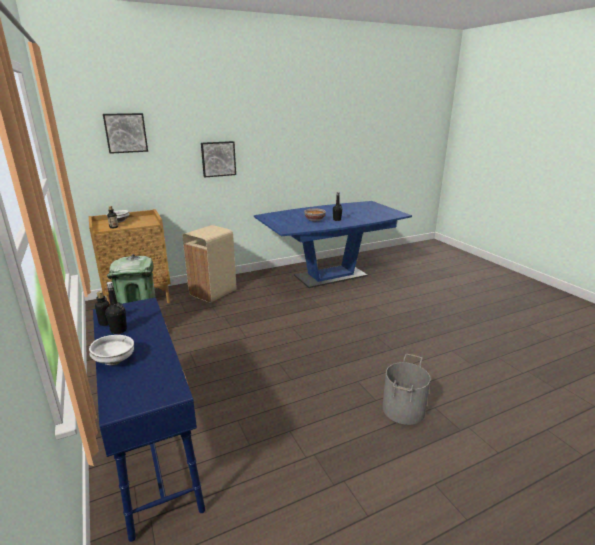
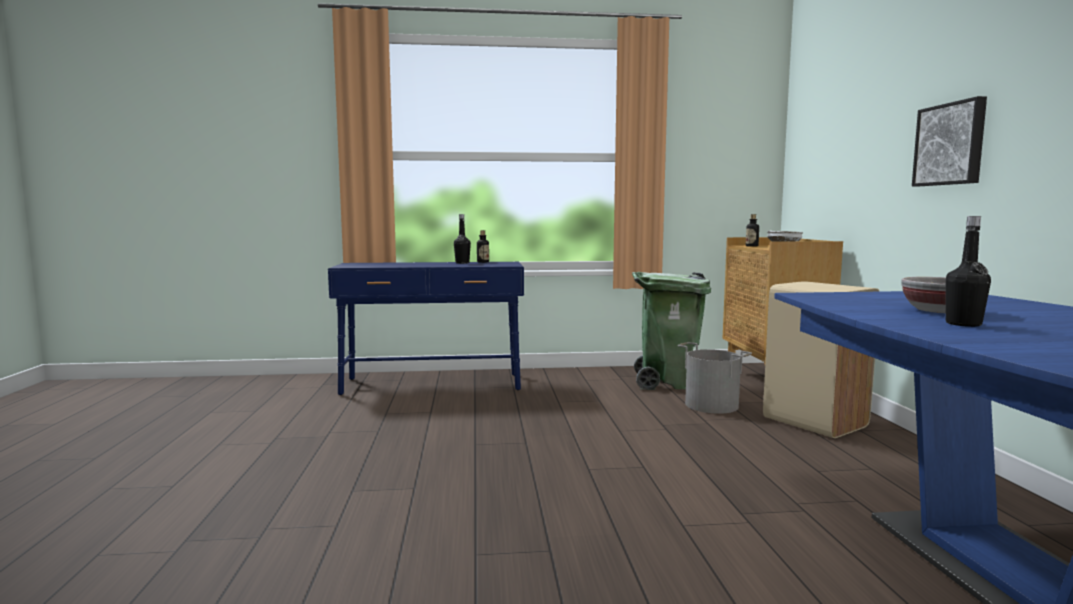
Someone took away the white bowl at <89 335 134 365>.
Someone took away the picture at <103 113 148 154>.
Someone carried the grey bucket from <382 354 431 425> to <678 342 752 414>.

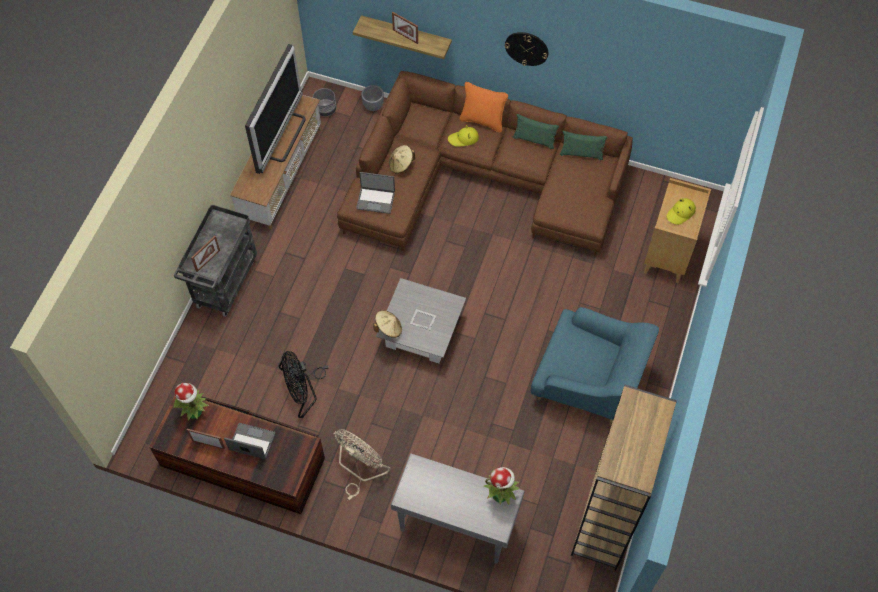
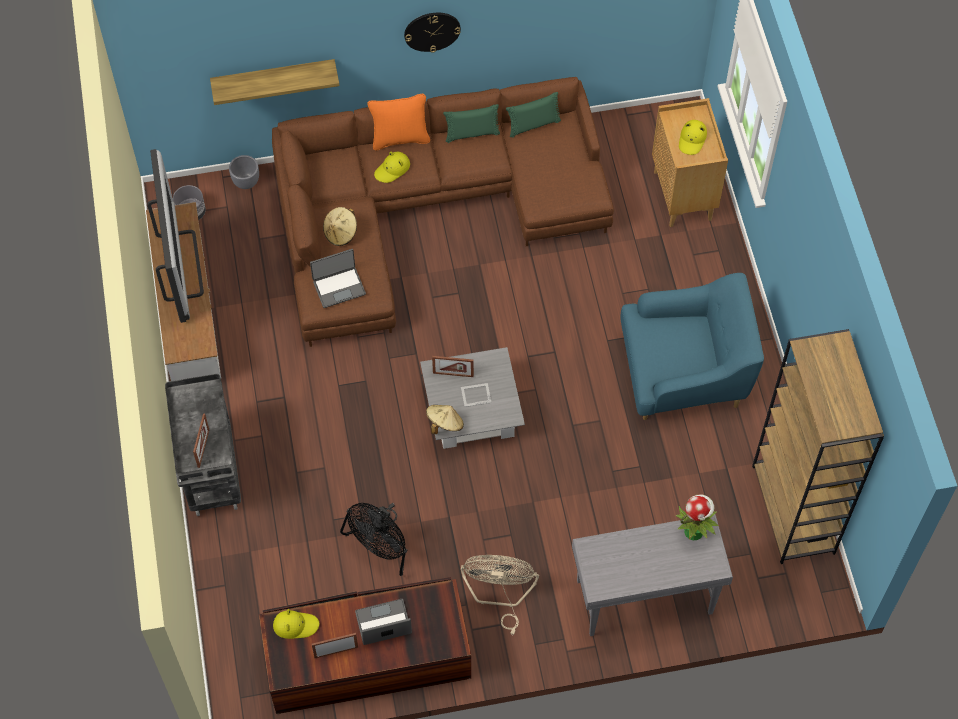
Someone swapped the potted plant at <173 383 209 421> for the yellow hat at <273 609 319 639>.
Someone carried the picture frame from <392 12 418 44> to <432 356 474 377>.

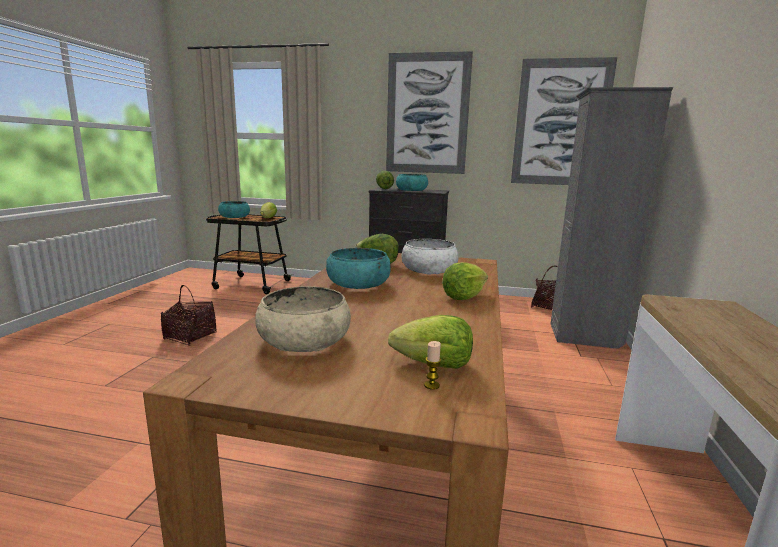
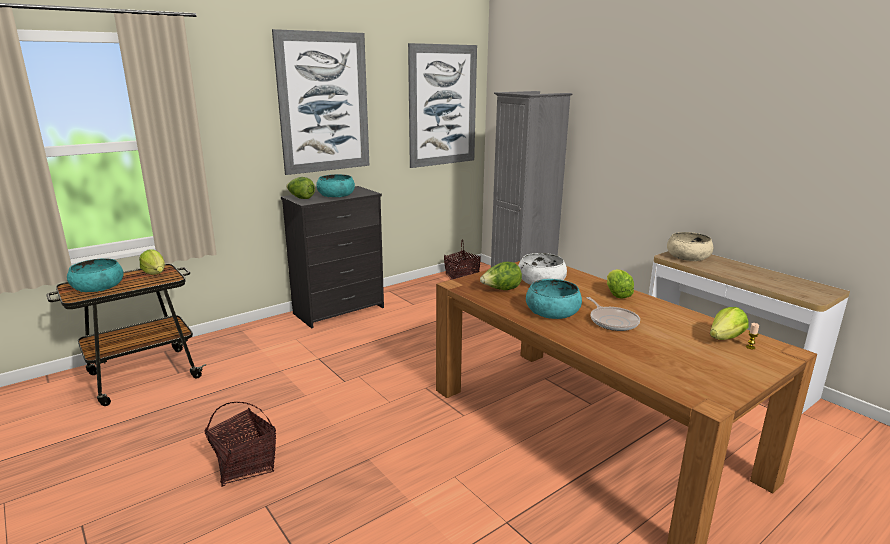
Someone carried the beige bowl from <255 286 351 352> to <667 232 713 261>.
Someone put down the frying pan at <587 297 640 331>.

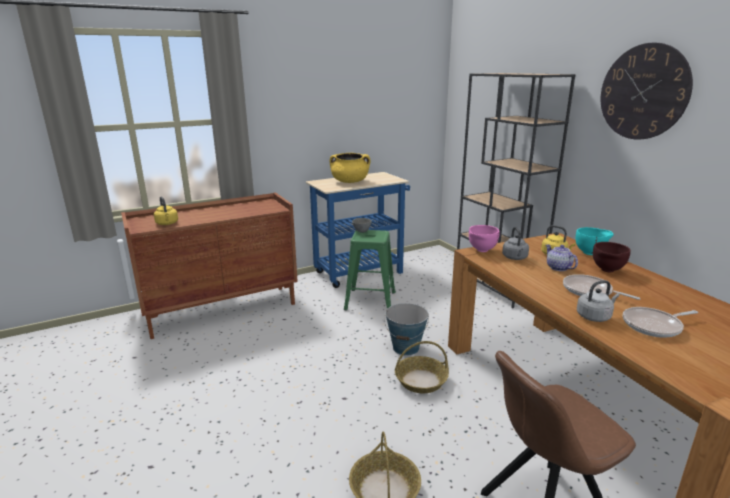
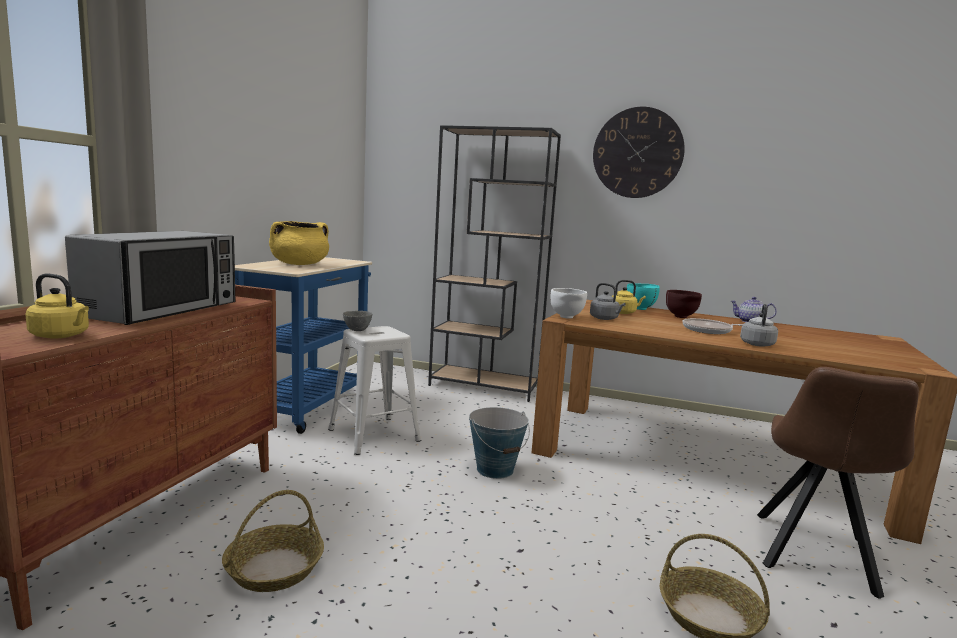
Someone repainted the green stool at <344 230 396 310>, which became the white stool at <328 326 421 455>.
Someone carried the basket from <395 341 449 393> to <222 490 324 592>.
Someone repainted the pink bowl at <469 225 500 252>, which became the white bowl at <550 288 587 319>.
Someone carried the teapot from <546 245 578 271> to <730 297 777 322>.
Someone took away the frying pan at <623 307 698 338>.
Someone put down the microwave at <65 231 236 325>.

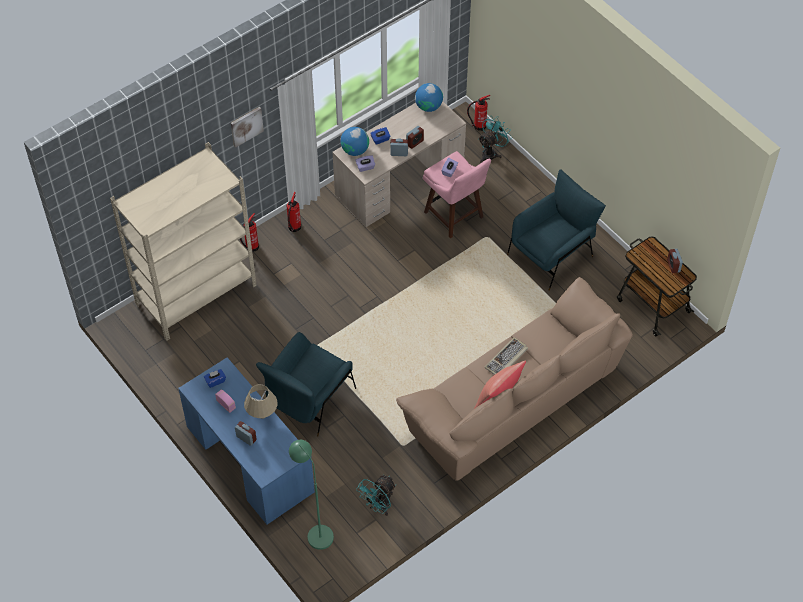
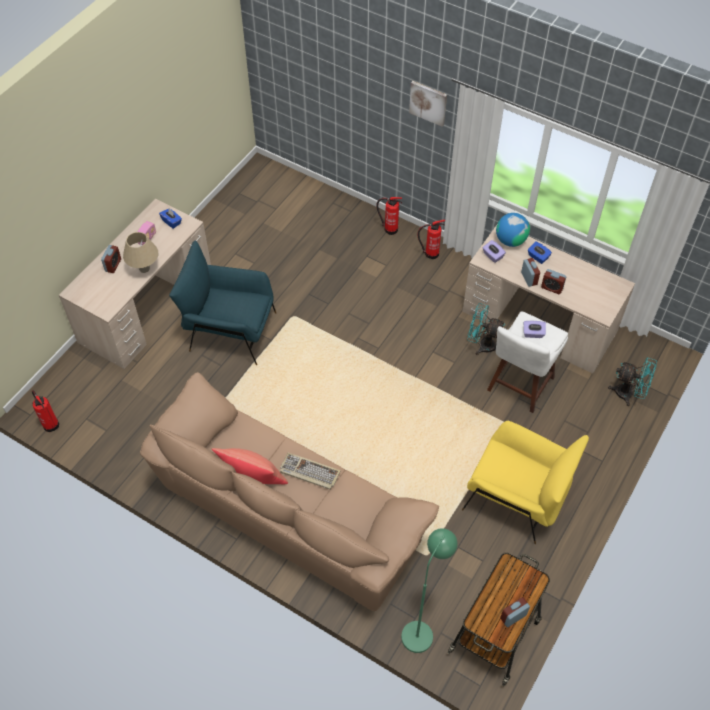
Someone took away the beige bookcase at <110 142 257 341>.
Someone repainted the blue desk at <178 357 315 525>, which became the beige desk at <59 199 211 369>.
Someone carried the green floor lamp from <289 440 334 550> to <401 528 458 653>.
Someone carried the turquoise fan from <356 475 396 516> to <467 303 505 355>.
Someone took away the globe at <415 83 443 112>.
Someone repainted the pink stool at <423 151 491 238>, which became the white stool at <487 311 568 413>.
Someone carried the fire extinguisher from <467 95 490 131> to <32 390 59 432>.
Someone repainted the blue armchair at <507 169 606 291>, which became the yellow armchair at <462 421 589 544>.

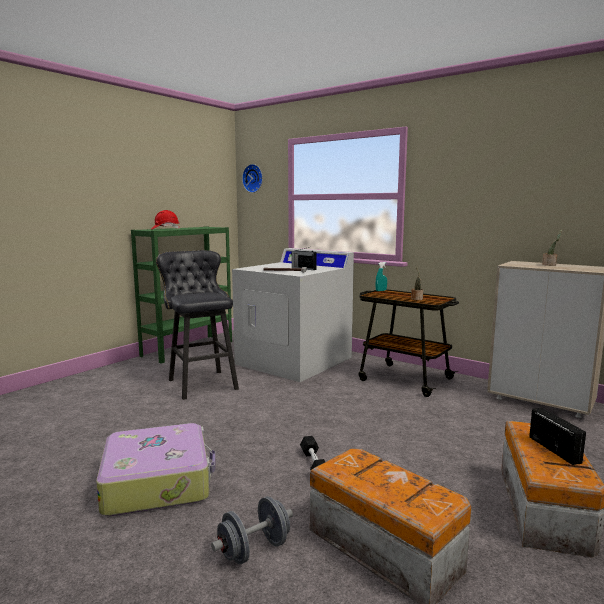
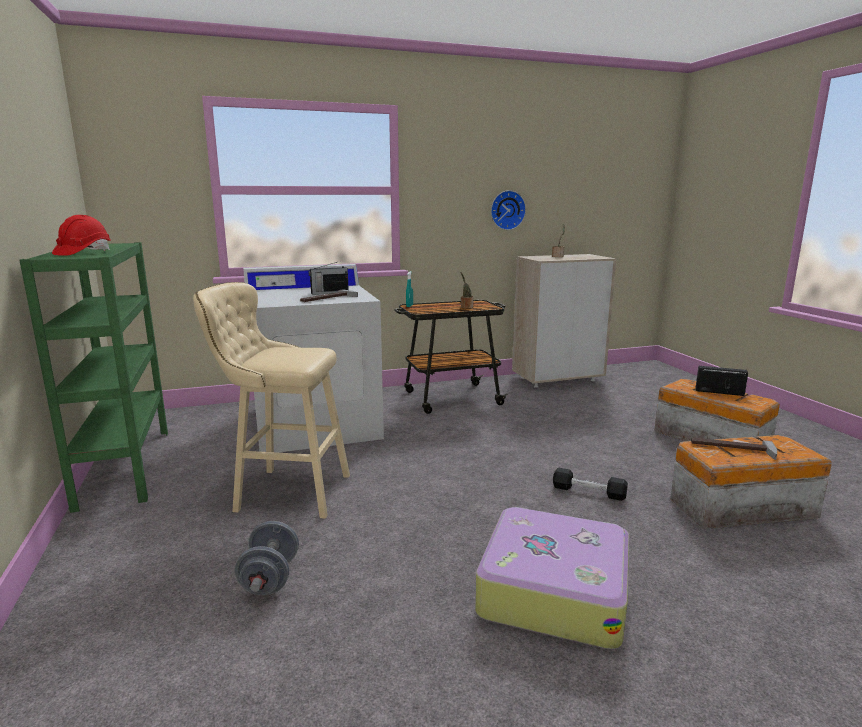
Someone repainted the black stool at <156 250 239 400>, which became the beige stool at <193 282 350 519>.
Someone carried the grey dumbbell from <211 496 293 564> to <235 521 299 595>.
Someone carried the wall clock from <242 164 263 193> to <491 190 526 230>.
Someone put down the hammer at <691 437 777 460>.

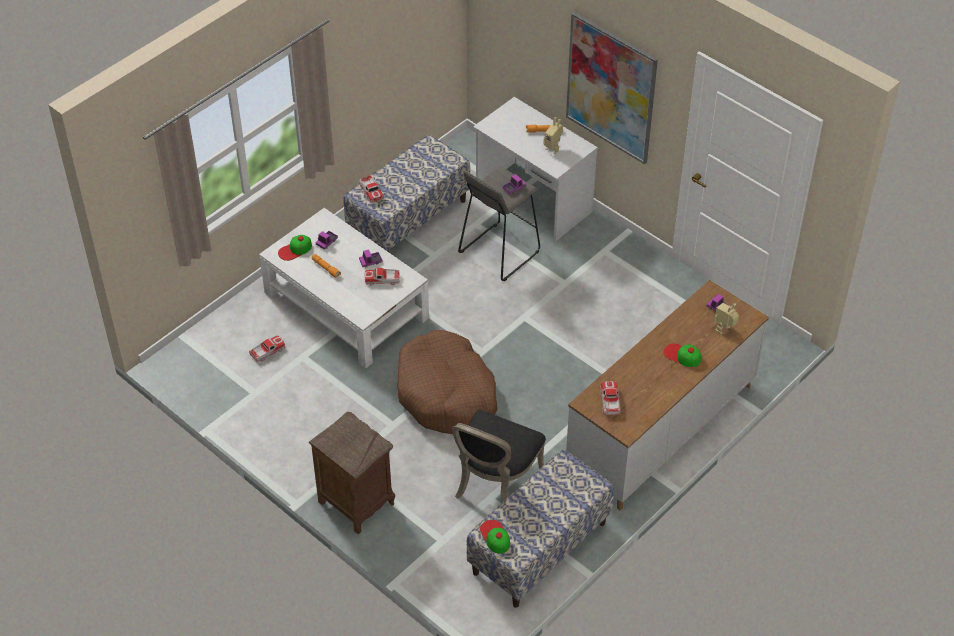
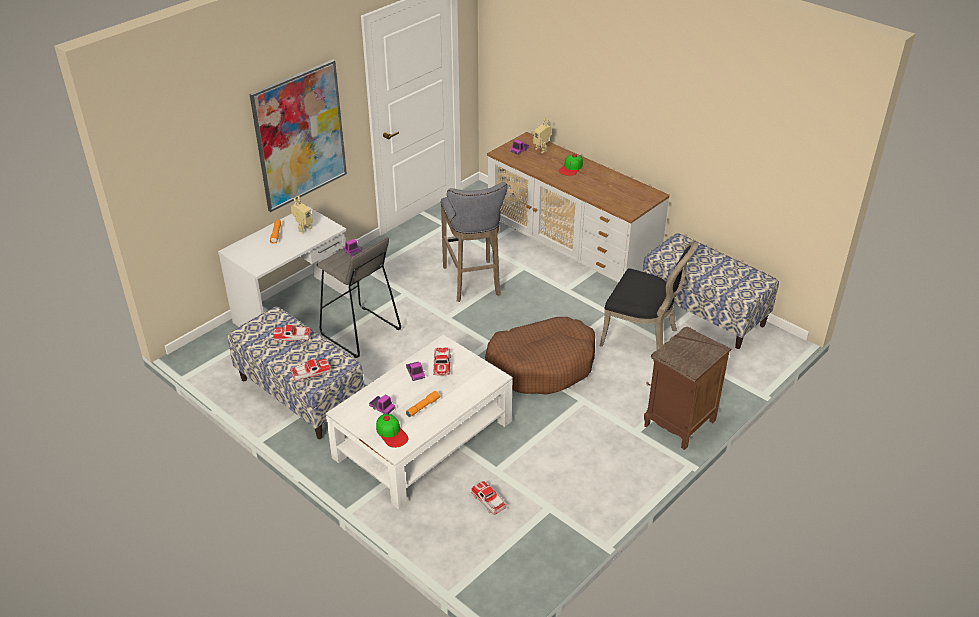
Someone took away the cap at <480 520 510 554>.
Someone carried the toy car from <600 381 621 415> to <273 325 311 343>.
Someone put down the grey stool at <441 182 508 302>.

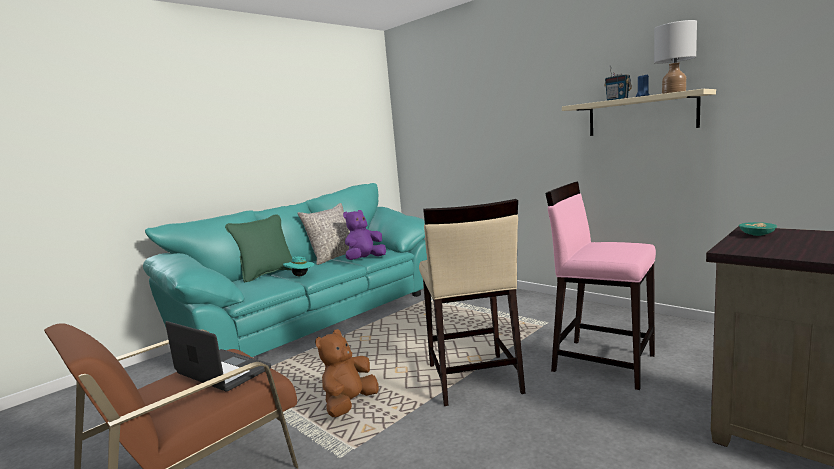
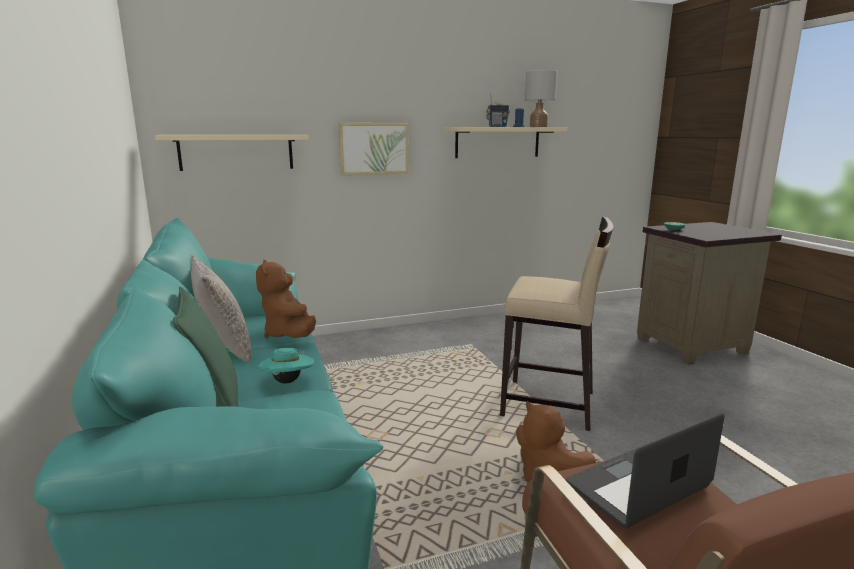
Someone repainted the purple plush toy at <343 210 386 260>, which became the brown plush toy at <256 260 316 338>.
Someone took away the pink stool at <545 181 656 390>.
Someone put up the beige shelf at <155 135 309 171>.
Someone put up the picture at <338 123 409 175>.

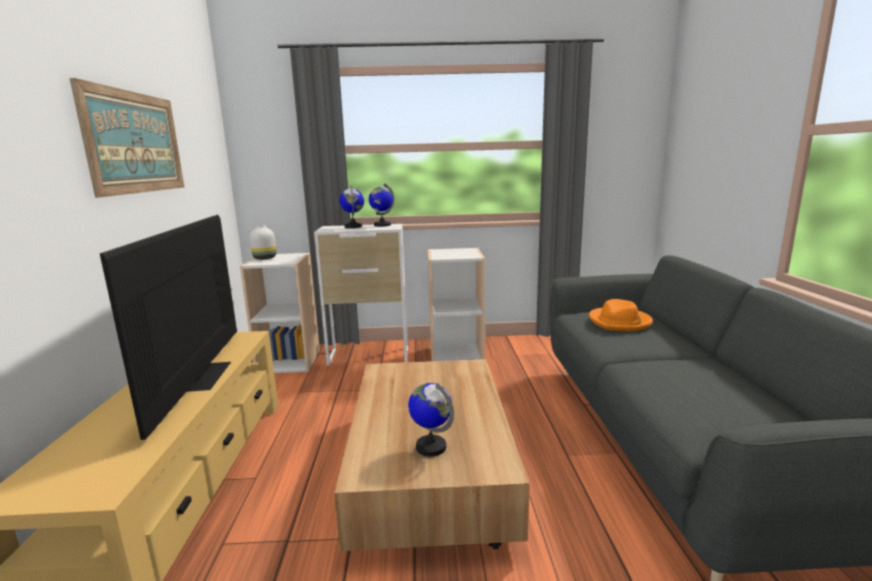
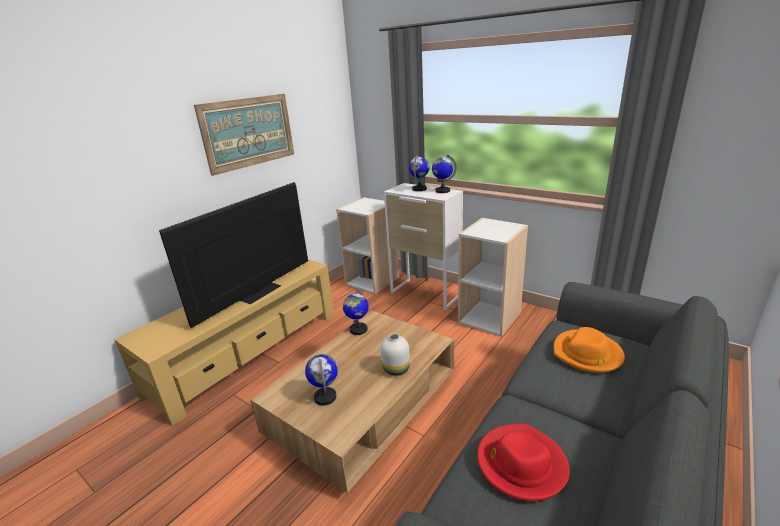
Someone carried the white vase from <250 225 276 260> to <381 333 410 376>.
Someone put down the globe at <343 290 369 335>.
Someone put down the red hat at <477 423 570 501>.

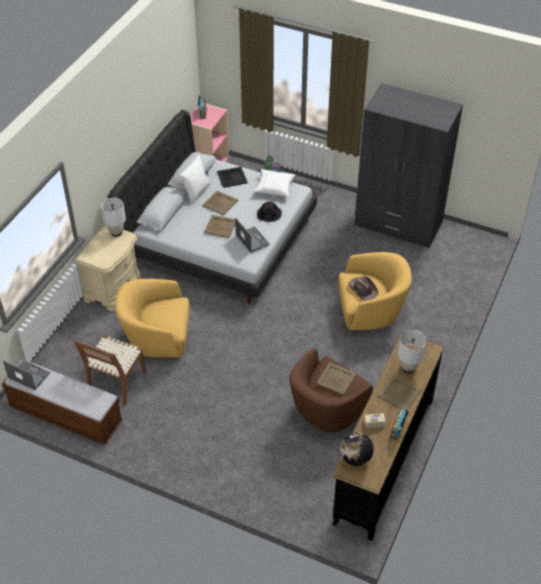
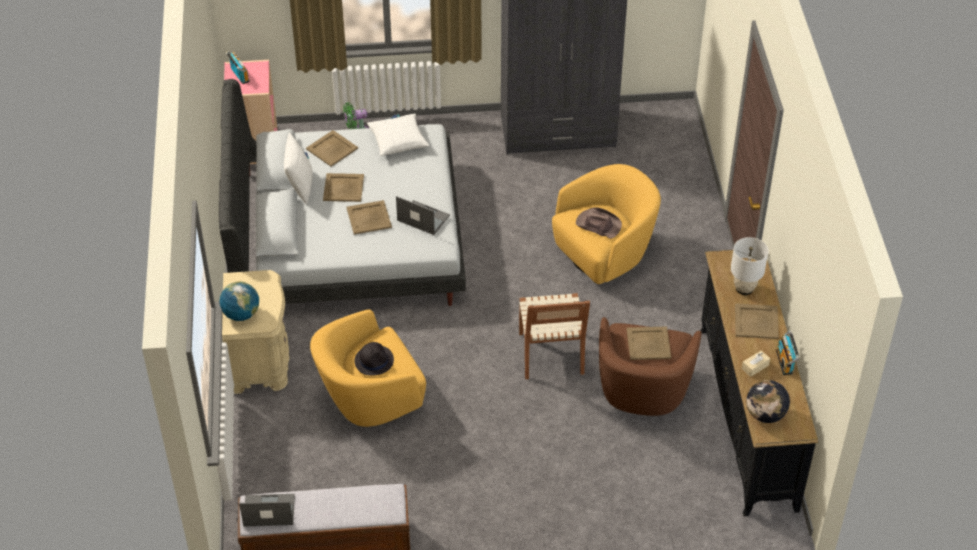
Someone carried the chair from <74 335 146 405> to <519 293 590 379>.
Someone took away the white table lamp at <101 198 126 237>.
Someone repainted the black tray at <217 167 248 188>, which became the beige tray at <306 130 358 166>.
Someone carried the black hat from <257 202 282 222> to <354 342 394 375>.
Someone put down the globe at <220 281 259 321>.

